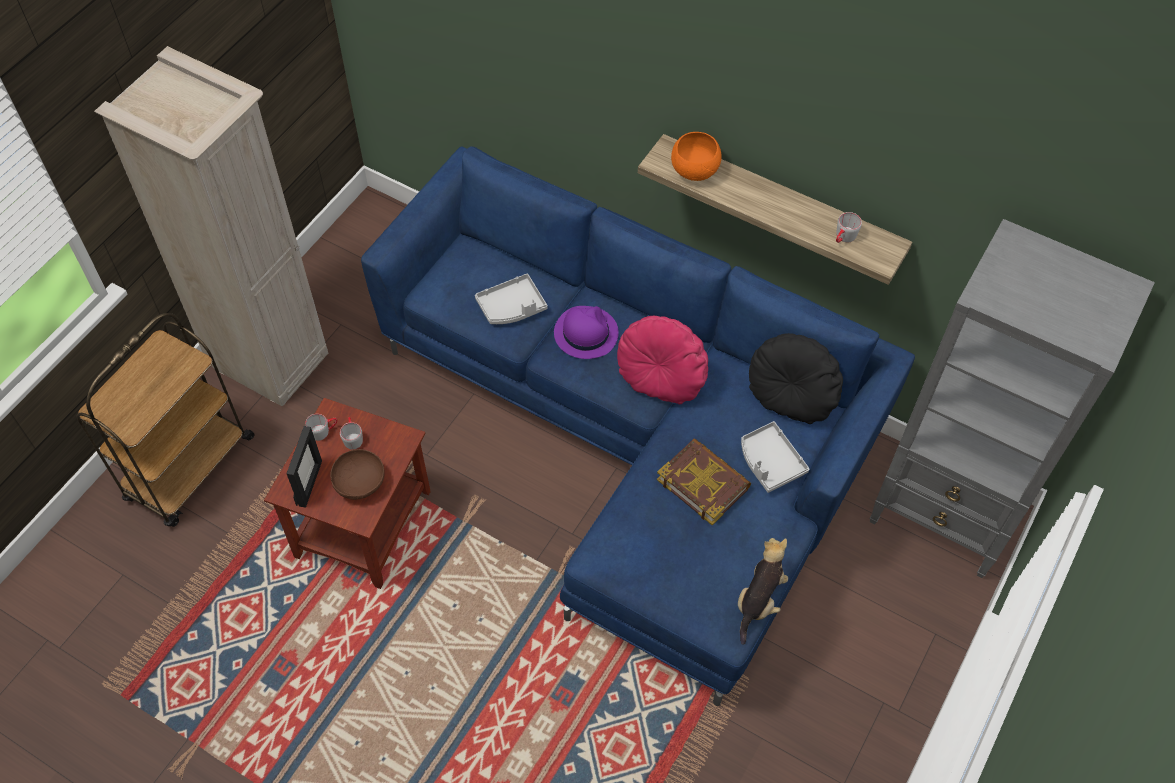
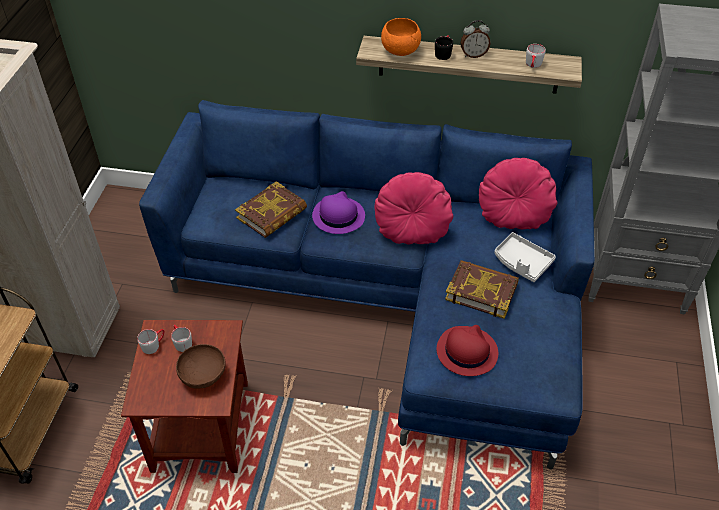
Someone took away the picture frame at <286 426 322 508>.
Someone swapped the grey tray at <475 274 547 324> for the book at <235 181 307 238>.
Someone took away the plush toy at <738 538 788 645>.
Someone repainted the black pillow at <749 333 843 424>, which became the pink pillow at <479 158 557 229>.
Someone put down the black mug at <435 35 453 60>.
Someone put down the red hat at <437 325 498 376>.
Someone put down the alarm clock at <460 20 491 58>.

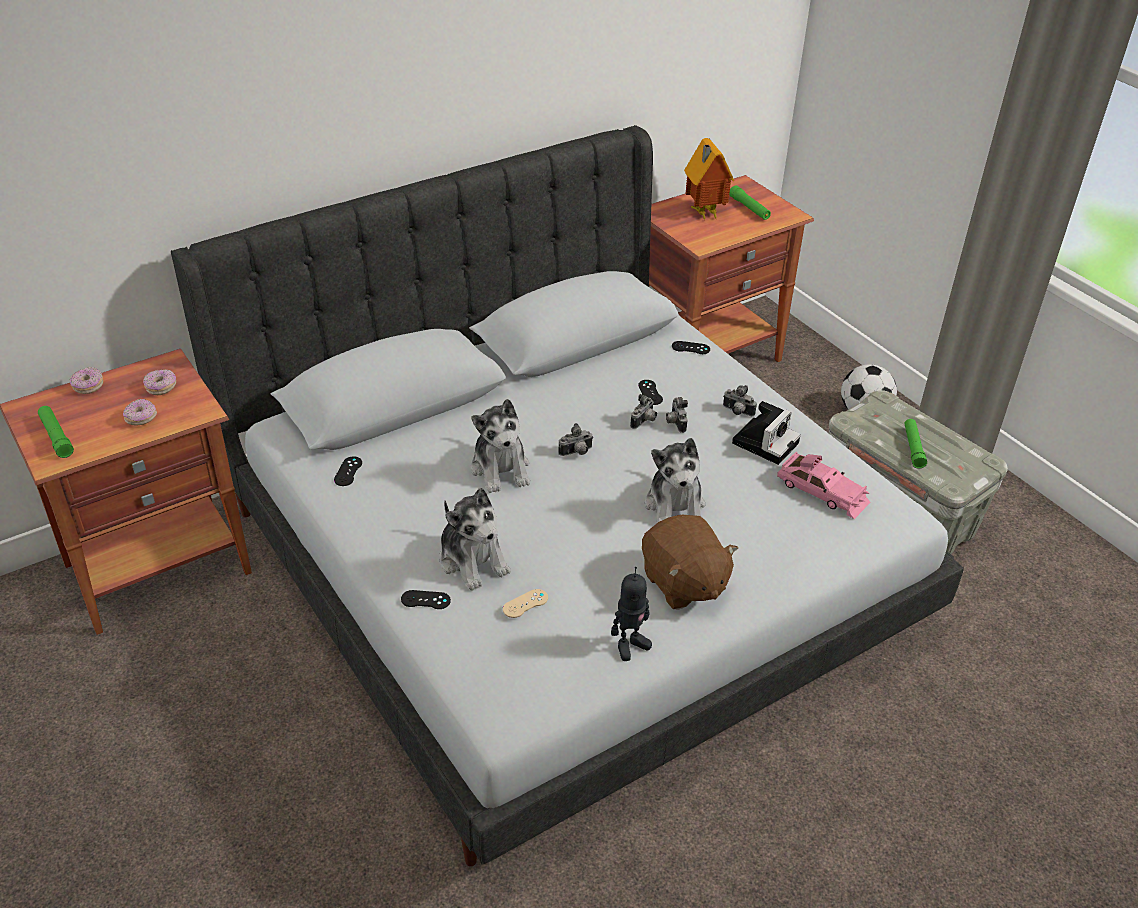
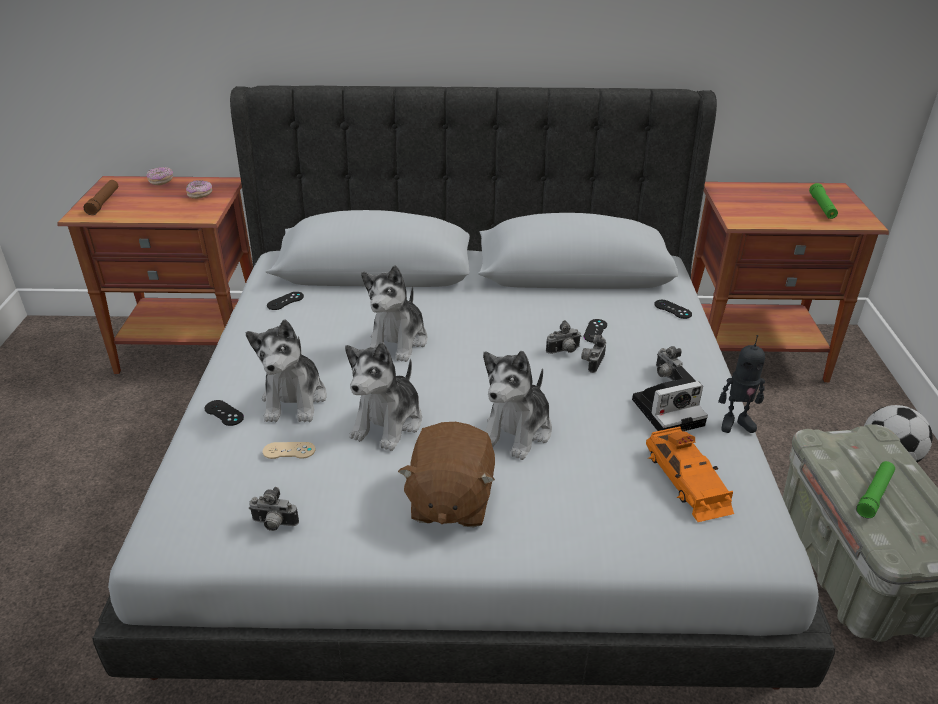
Someone repainted the green flashlight at <38 406 74 458>, which became the brown flashlight at <83 180 118 215>.
Someone took away the donut at <123 399 157 426>.
Someone carried the photo camera from <558 423 593 456> to <249 487 299 531>.
Someone carried the toy robot from <611 567 652 661> to <718 335 765 433>.
Someone took away the toy house at <684 138 734 219>.
Someone repainted the pink toy car at <777 452 871 519>, which became the orange toy car at <646 427 734 522>.
Someone put down the plush toy at <345 342 422 451>.

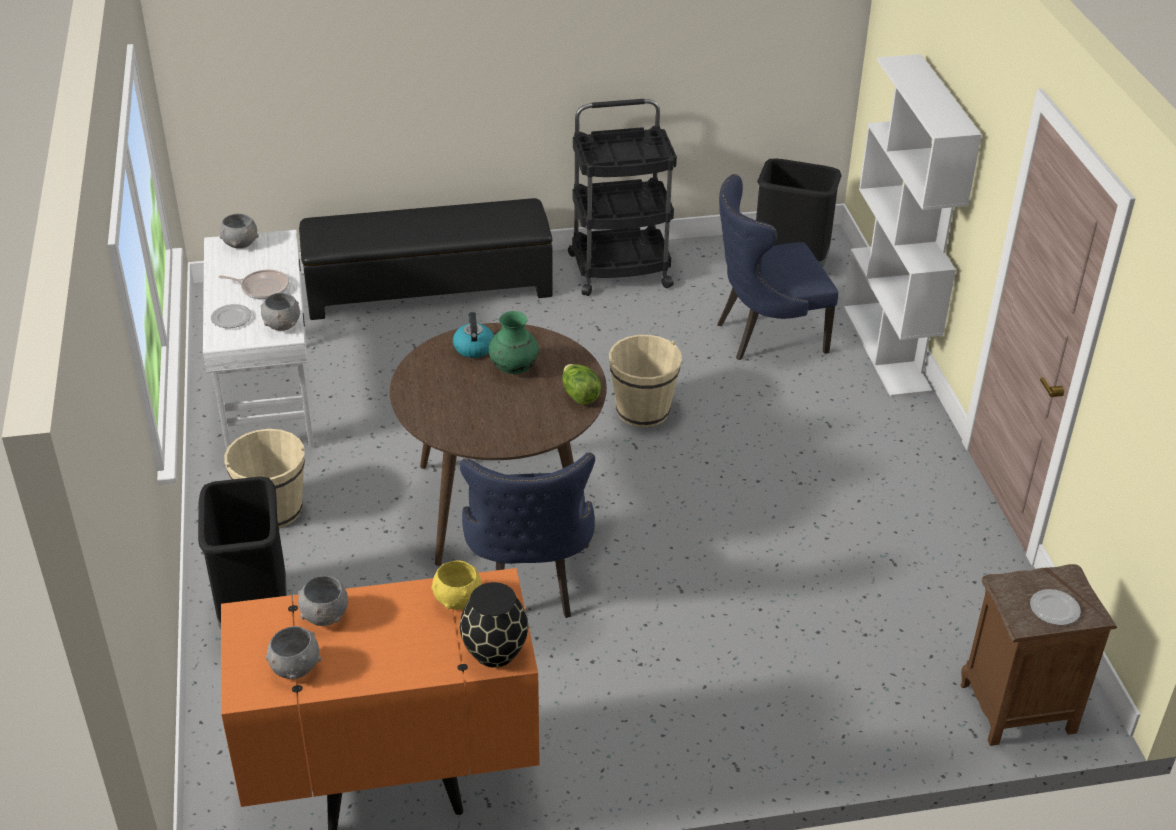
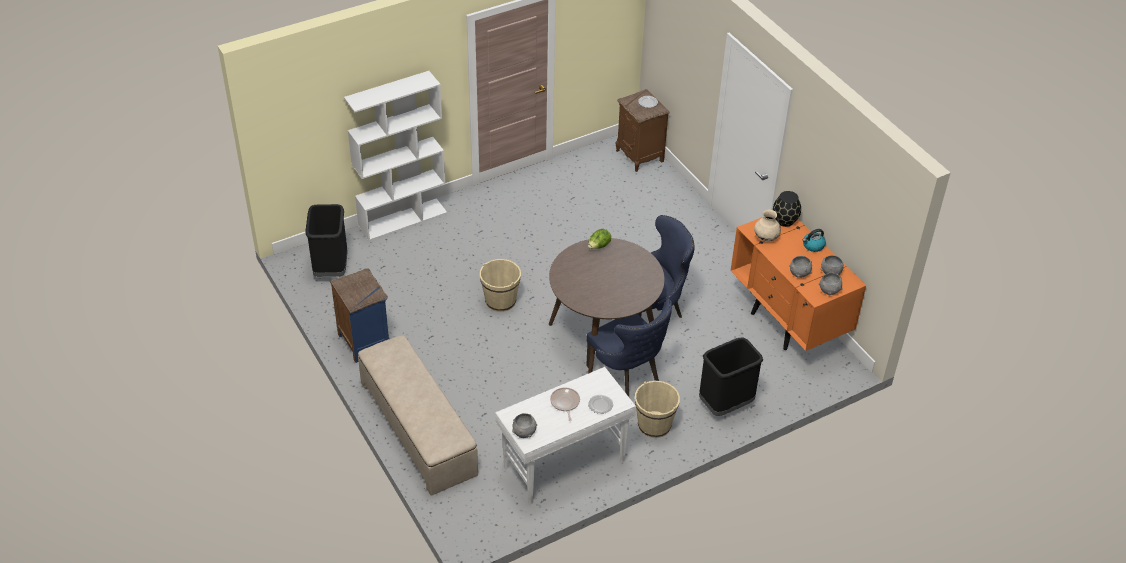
Someone carried the grey bowl from <261 293 300 331> to <819 273 842 295>.
Someone repainted the black bench at <299 198 553 320>, which became the beige bench at <358 335 478 496>.
Someone swapped the yellow bowl at <432 560 482 610> for the beige vase at <754 210 781 242>.
Someone carried the kettle from <453 312 494 358> to <803 229 826 252>.
Someone took away the green vase at <489 311 539 374>.
Someone swapped the black cart at <568 99 677 296> for the blue nightstand at <330 268 390 363>.
Someone carried the blue chair from <718 174 838 360> to <586 299 672 397>.

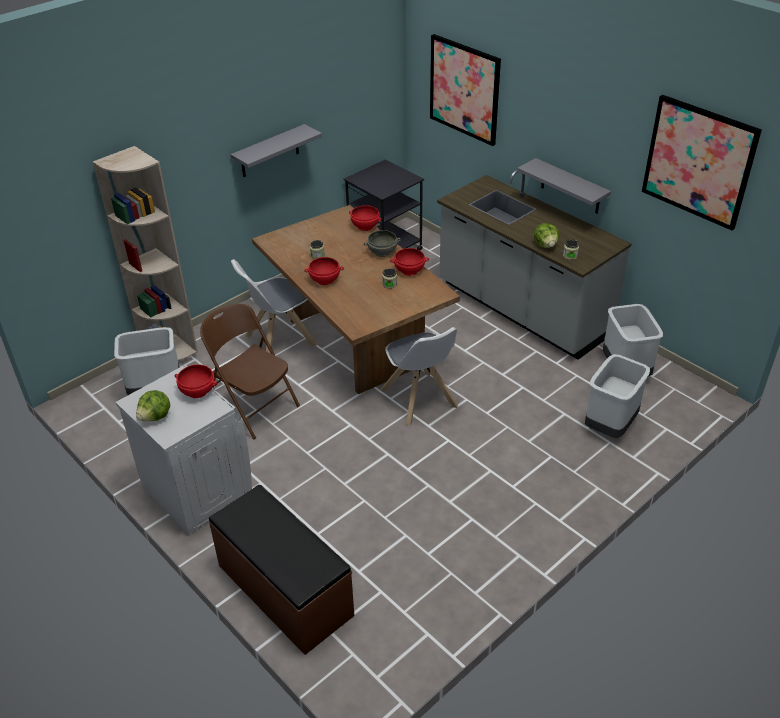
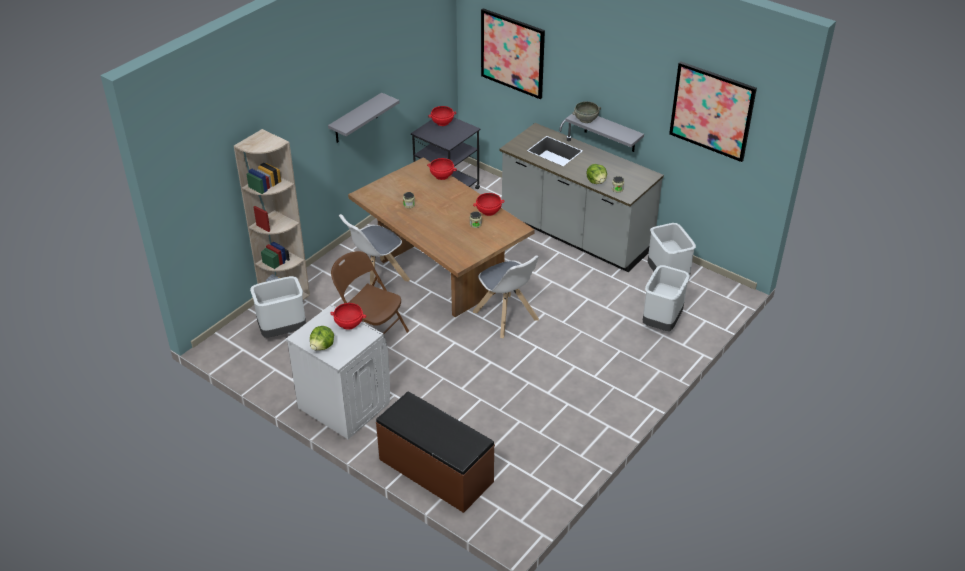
Someone carried the red bowl from <305 257 344 285> to <428 106 456 126>.
Someone carried the grey bowl from <364 230 401 257> to <572 101 601 123>.

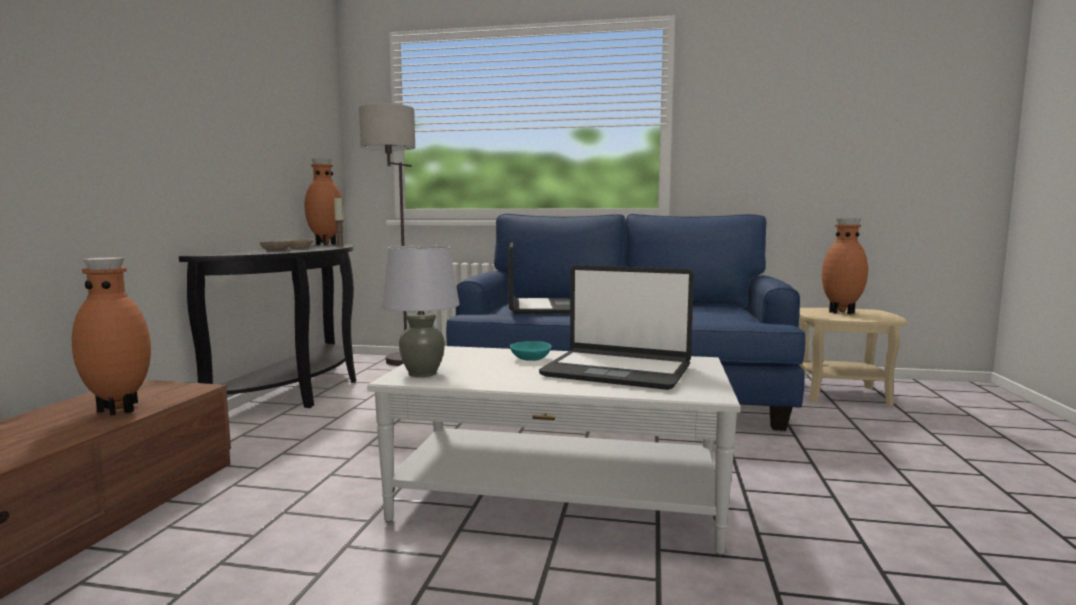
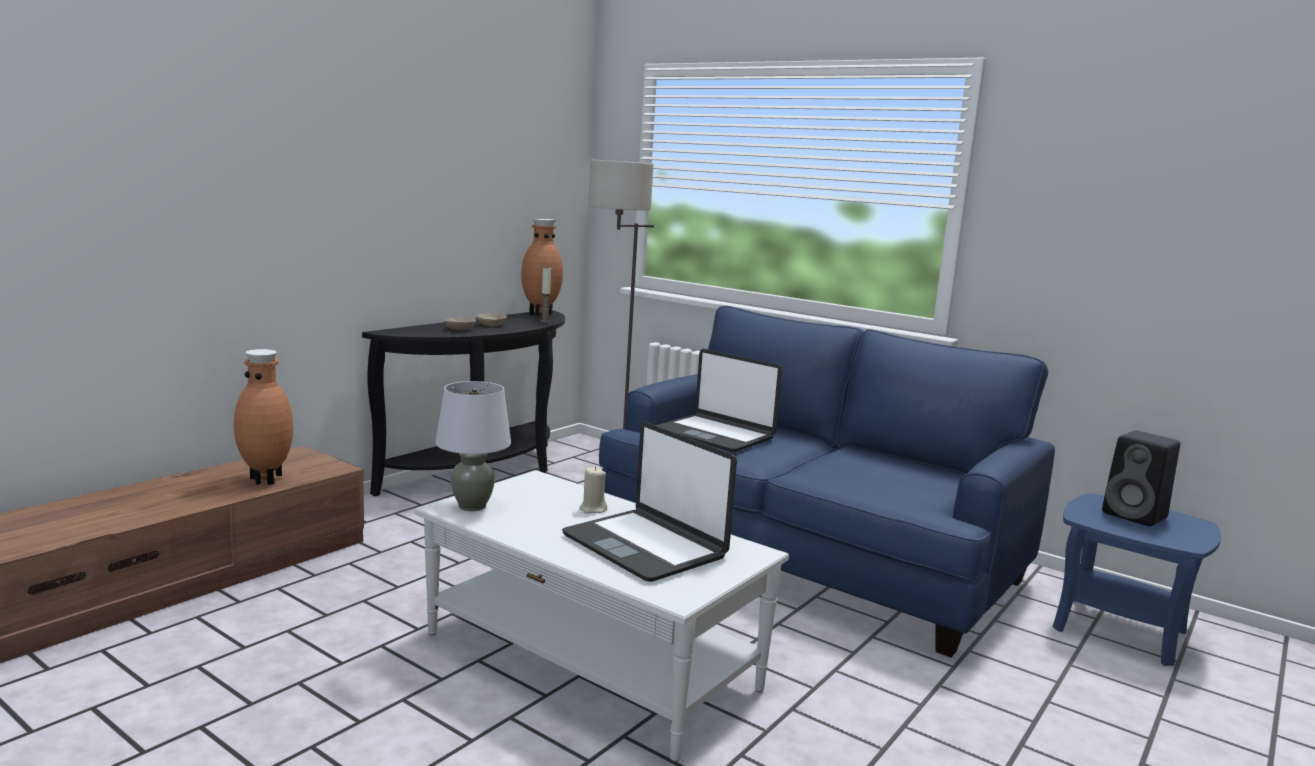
Someone rotated the laptop at <508 242 570 314> by 105 degrees clockwise.
Someone swapped the turquoise bowl at <510 341 552 361> for the beige candle at <579 466 607 514>.
Someone repainted the beige side table at <799 308 908 406>, which became the blue side table at <1053 493 1221 666>.
Someone swapped the brown vase at <822 218 868 315> for the black speaker at <1102 430 1180 526>.

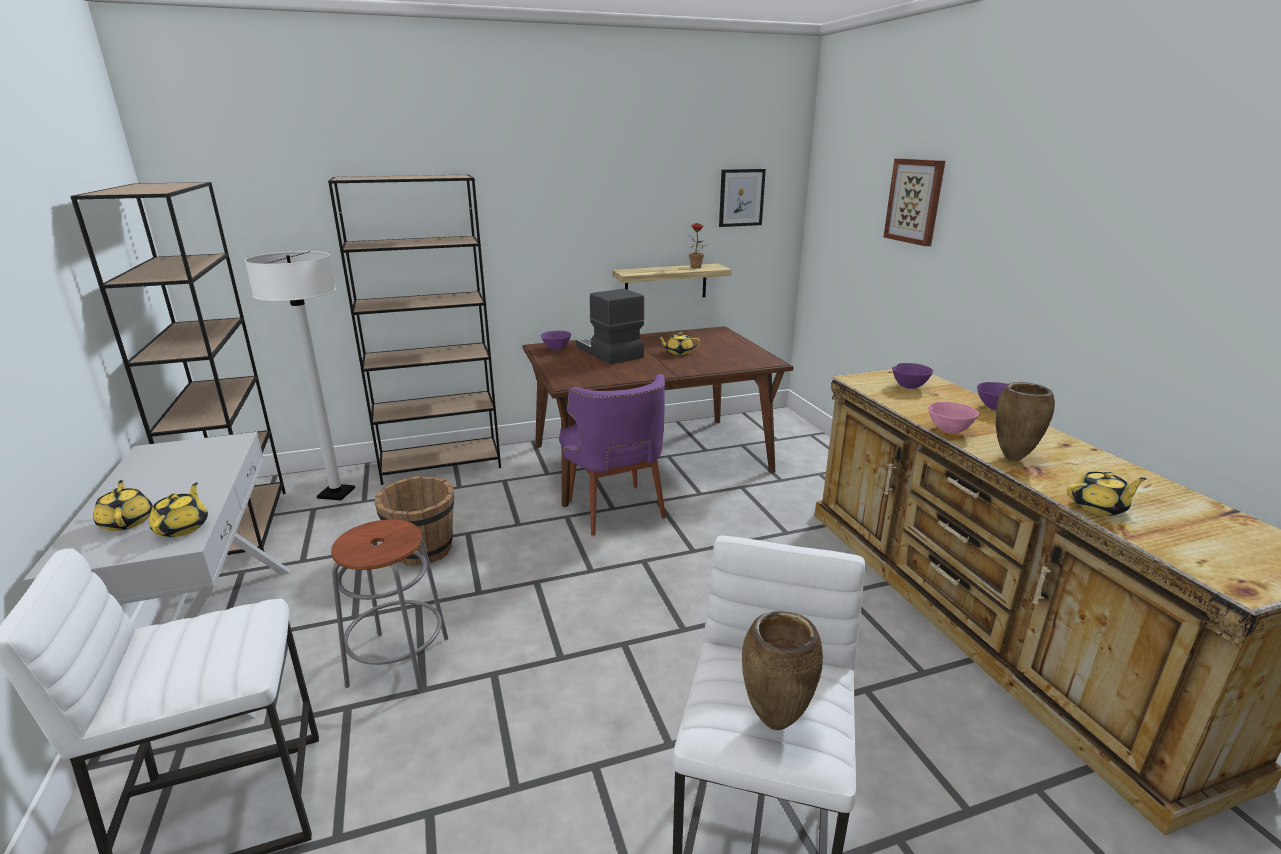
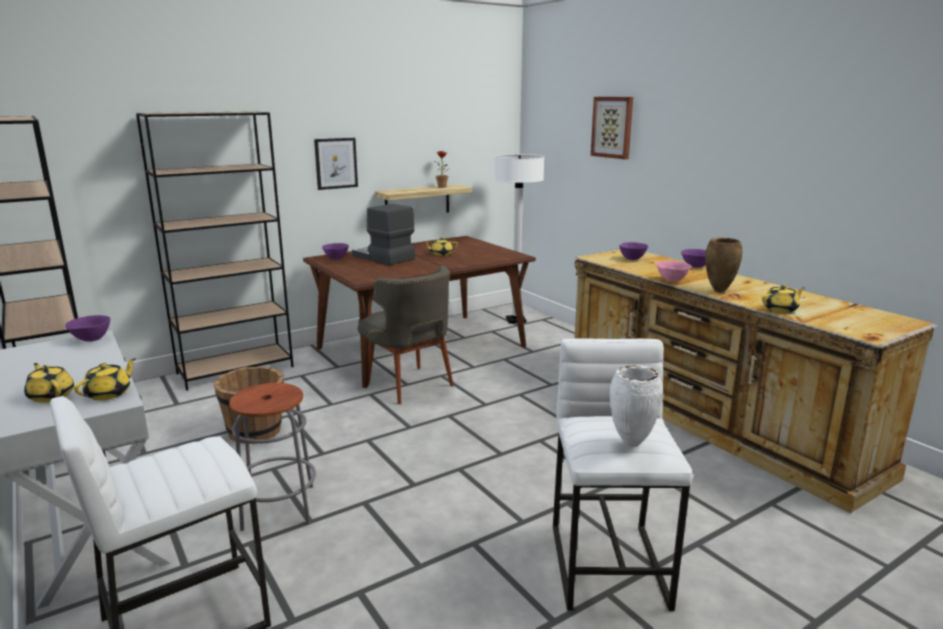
Someone rotated the yellow teapot at <149 482 208 537> by 45 degrees clockwise.
Someone carried the white floor lamp from <245 251 355 500> to <495 154 544 323>.
Someone repainted the purple chair at <559 374 666 536>, which became the grey chair at <357 266 453 404>.
Someone carried the picture from <719 169 766 227> to <314 138 358 190>.
Someone repainted the brown vase at <742 611 823 730>, which became the white vase at <609 366 663 447>.
Someone put down the purple bowl at <65 315 111 342>.

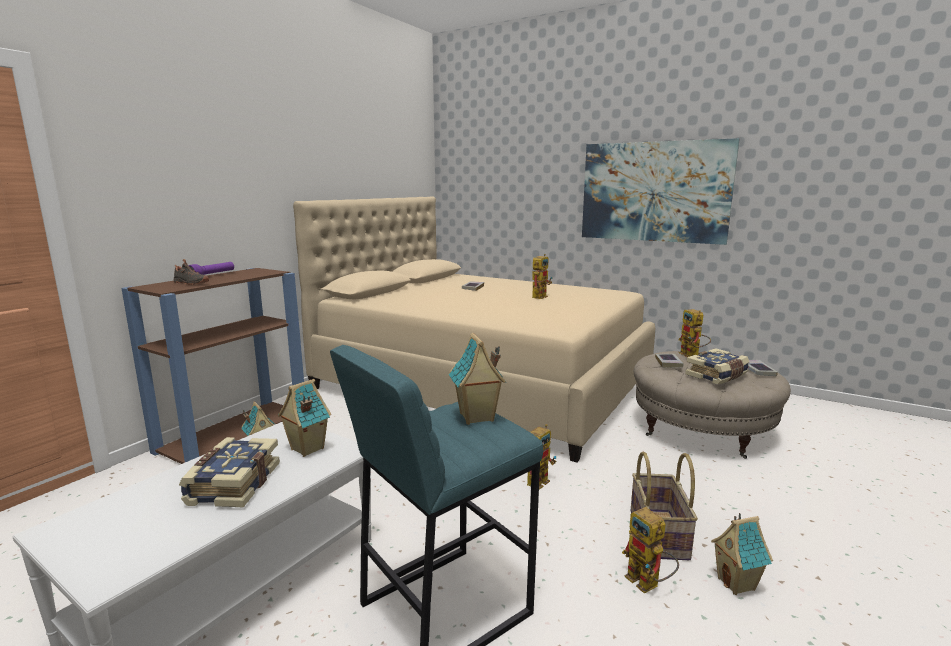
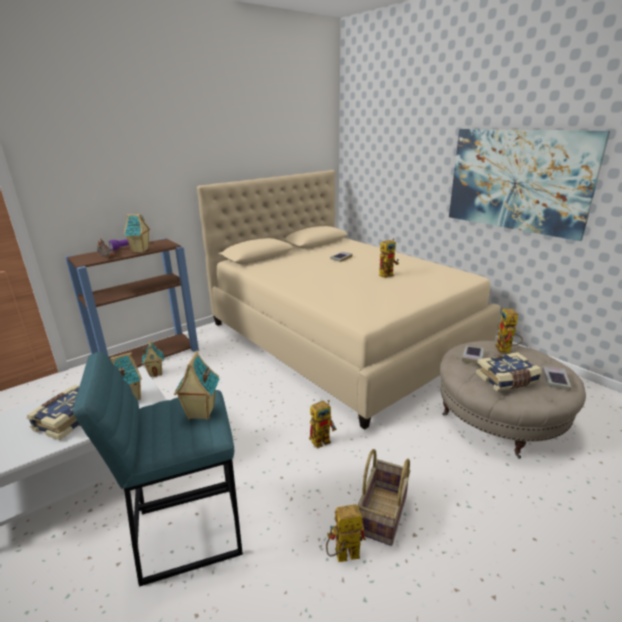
Someone rotated the toy robot at <622 507 679 594> by 90 degrees clockwise.
Someone carried the toy house from <711 513 773 595> to <124 214 150 252>.

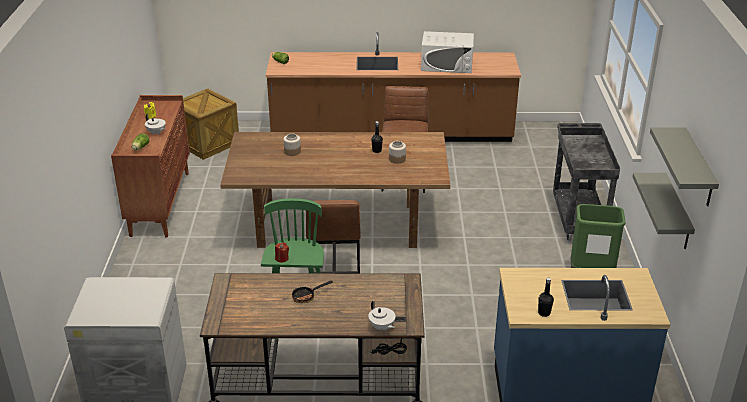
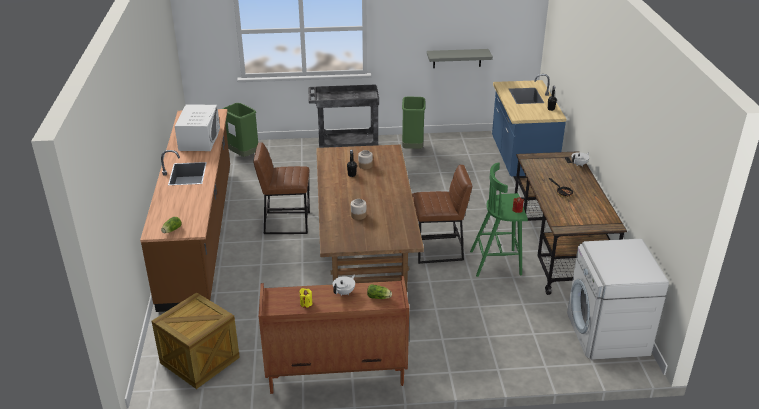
Someone took away the grey shelf at <650 127 719 206>.
Someone put down the green trash can at <223 103 258 157>.

